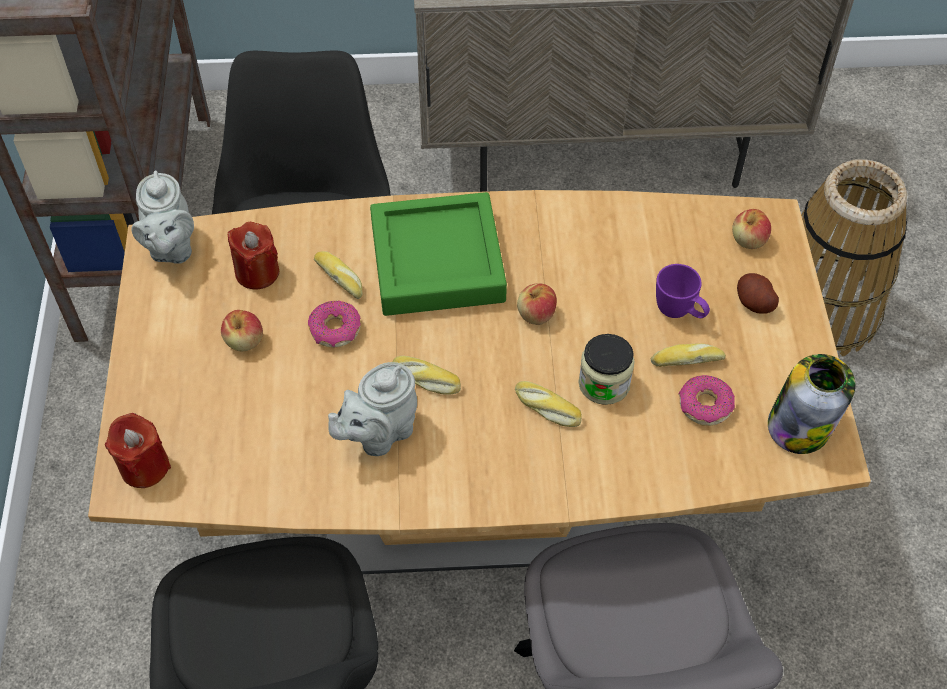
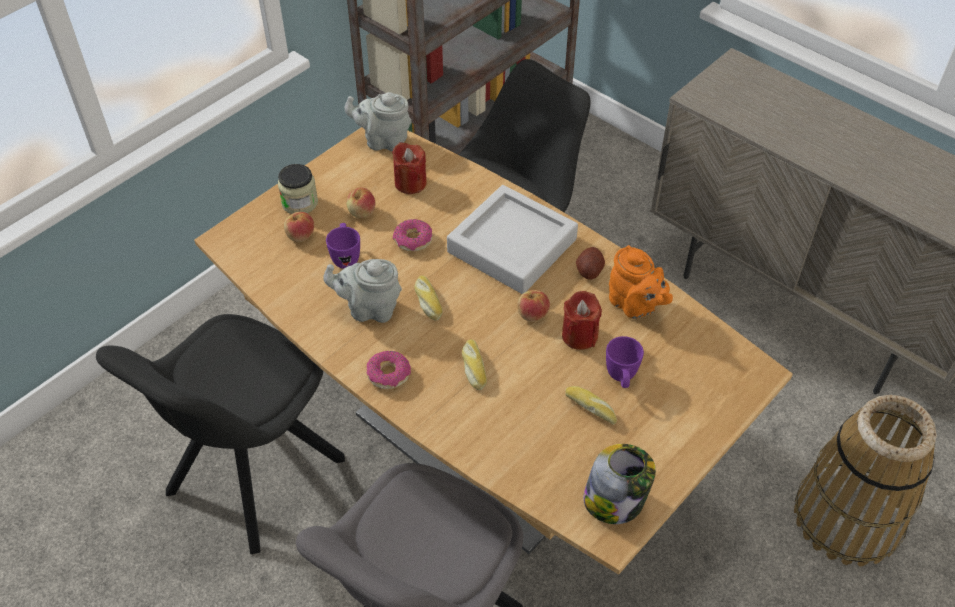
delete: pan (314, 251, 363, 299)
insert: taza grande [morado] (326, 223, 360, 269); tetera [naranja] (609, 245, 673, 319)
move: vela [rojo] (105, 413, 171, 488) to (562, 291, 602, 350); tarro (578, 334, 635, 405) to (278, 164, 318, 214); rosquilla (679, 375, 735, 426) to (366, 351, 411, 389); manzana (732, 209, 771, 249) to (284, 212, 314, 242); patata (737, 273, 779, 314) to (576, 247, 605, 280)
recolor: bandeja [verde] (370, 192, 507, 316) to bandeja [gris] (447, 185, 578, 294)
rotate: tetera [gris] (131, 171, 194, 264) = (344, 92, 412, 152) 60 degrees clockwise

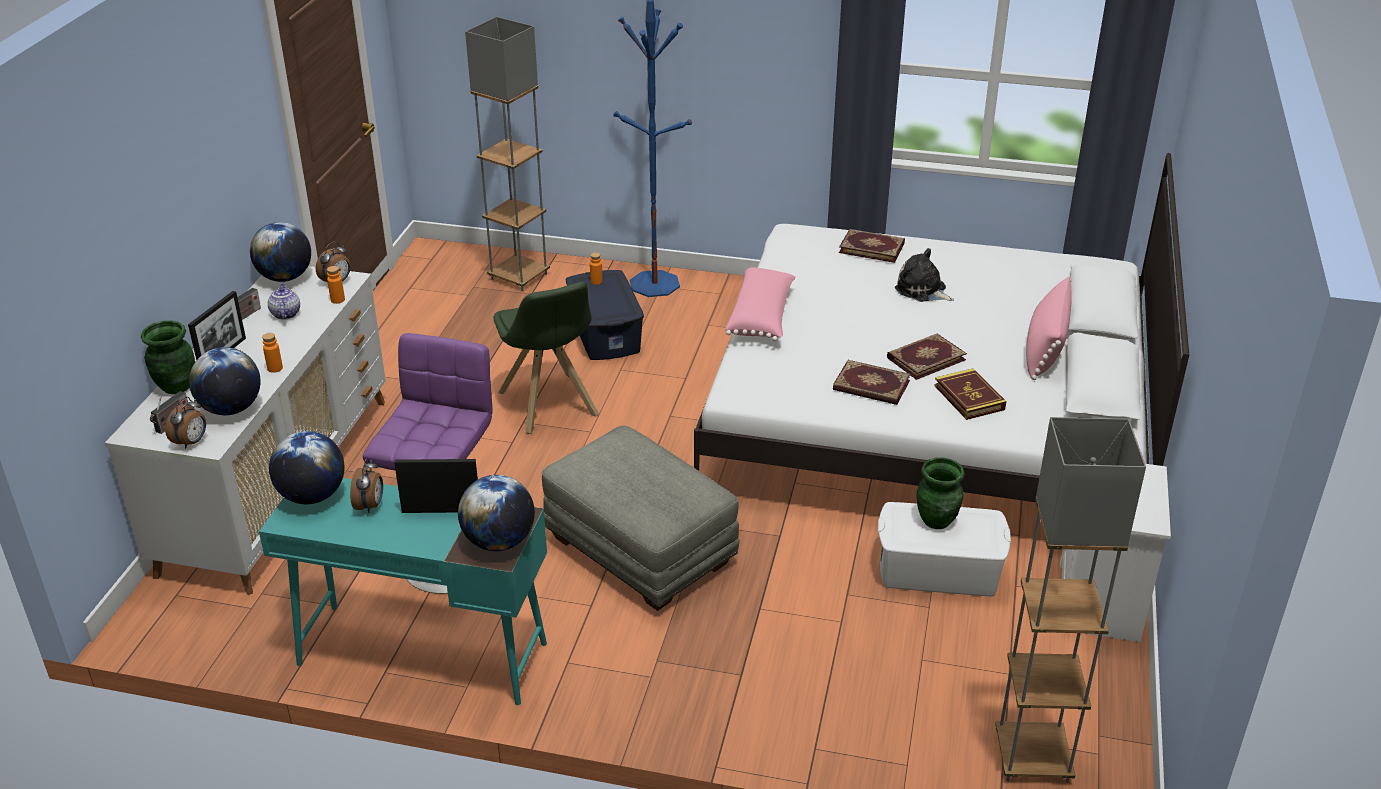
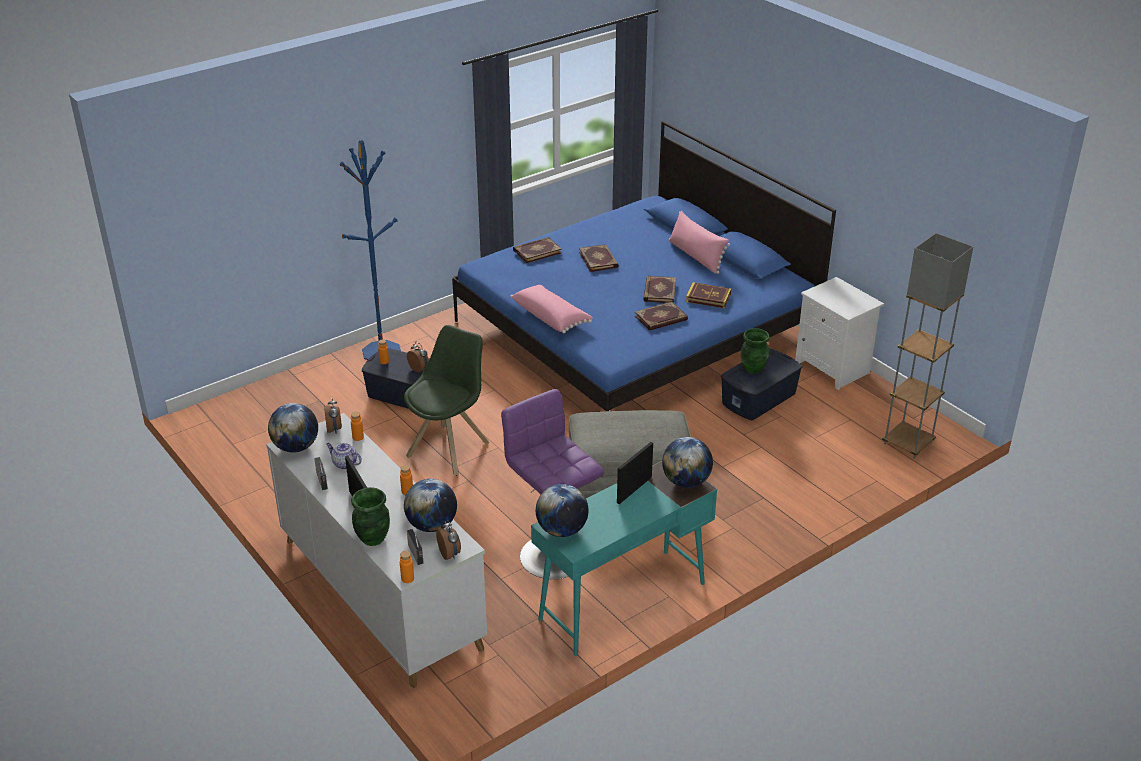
delete: lámpara de pie [gris] (465, 17, 550, 291)
insert: botella [naranja] (400, 551, 414, 583)
move: despertador (350, 458, 383, 513) to (407, 342, 429, 372)
replace: peluche (895, 248, 954, 302) to libro (579, 244, 619, 272)
recolor: cama [blanco] (694, 153, 1189, 502) to cama [azul] (452, 121, 836, 411); caja de almacenaje [blanco] (878, 502, 1011, 596) to caja de almacenaje [azul] (721, 348, 802, 420)
rotate: silla [verde] (493, 282, 599, 434) = (404, 325, 489, 476) 75 degrees counterclockwise

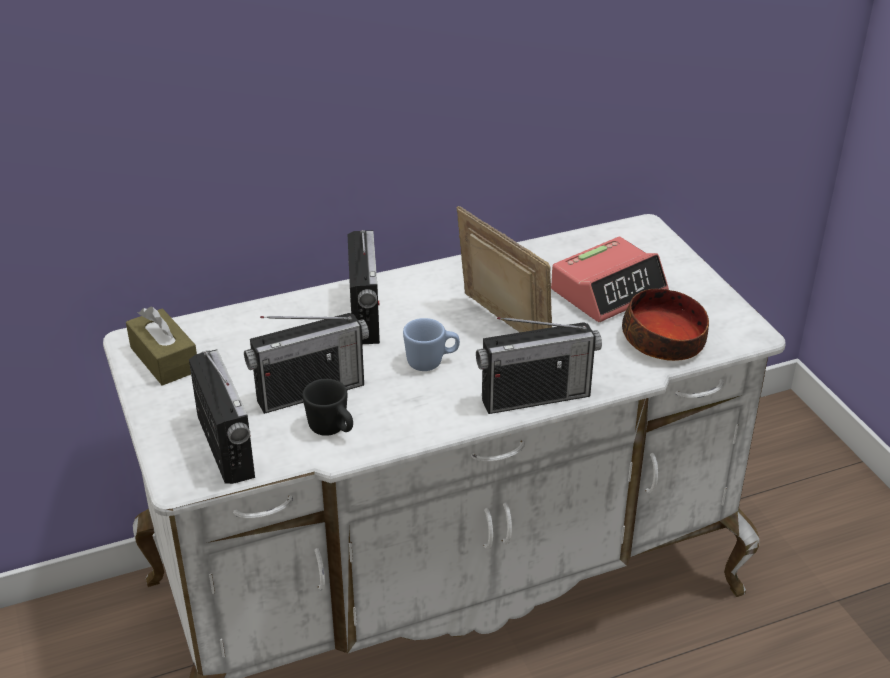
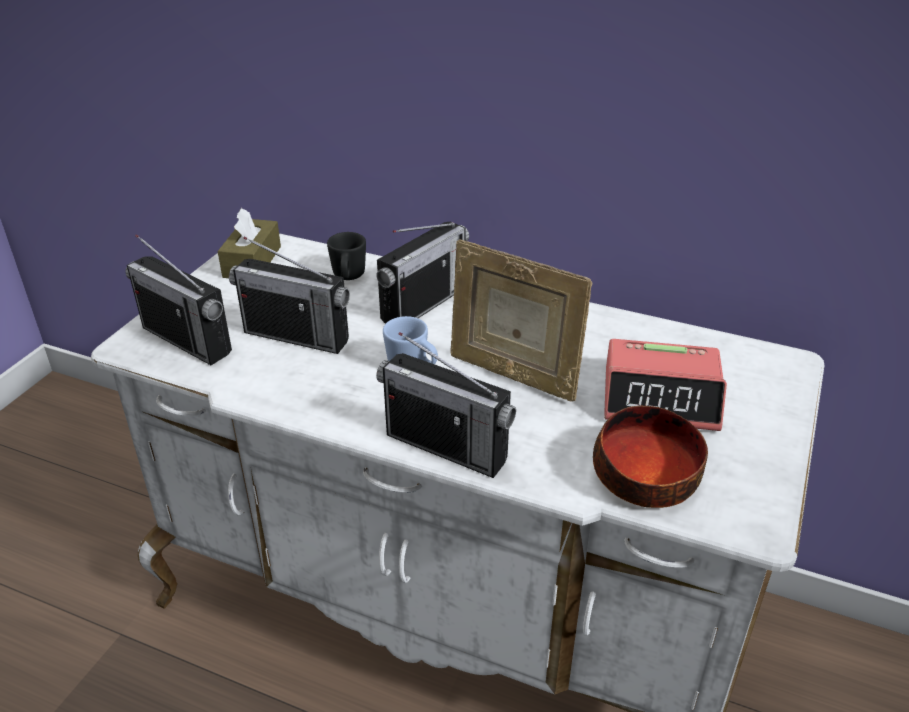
move: taza grande [negro] (302, 379, 353, 436) to (327, 232, 366, 280)
rotate: radio (189, 349, 255, 484) = (126, 234, 232, 365) 105 degrees clockwise; portarretratos (457, 206, 552, 333) = (450, 239, 593, 401) 120 degrees clockwise

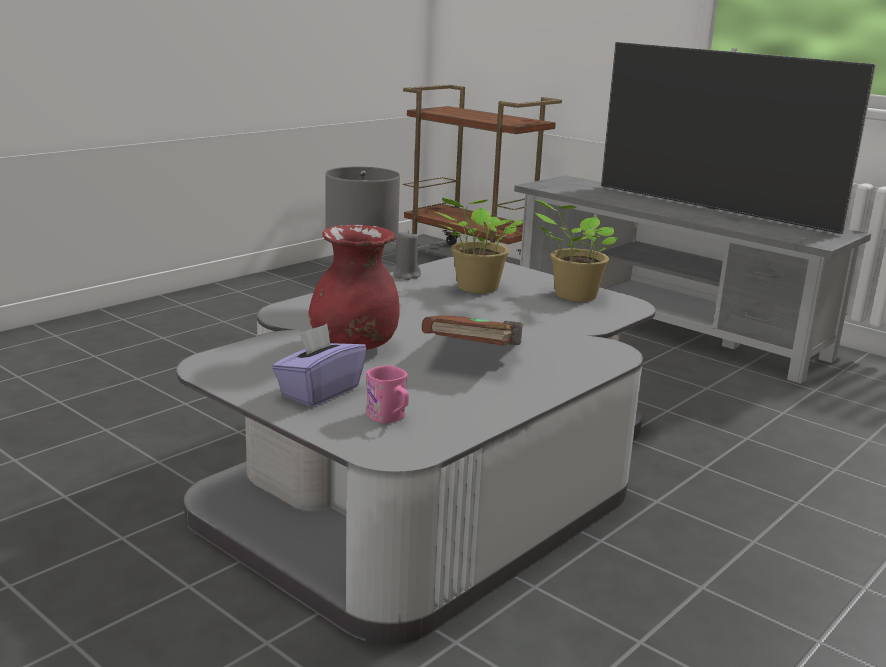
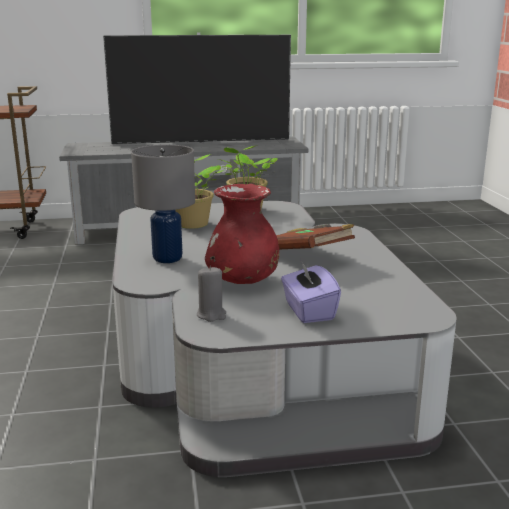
delete: taza grande [rosa] (366, 365, 409, 423)
move: vela [gris] (393, 230, 421, 280) to (197, 266, 226, 322)

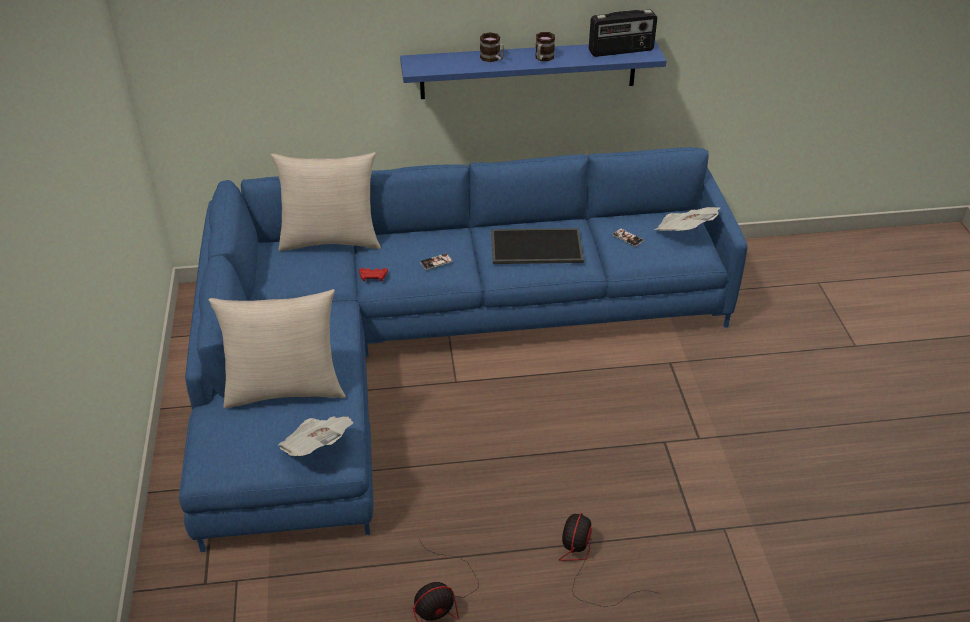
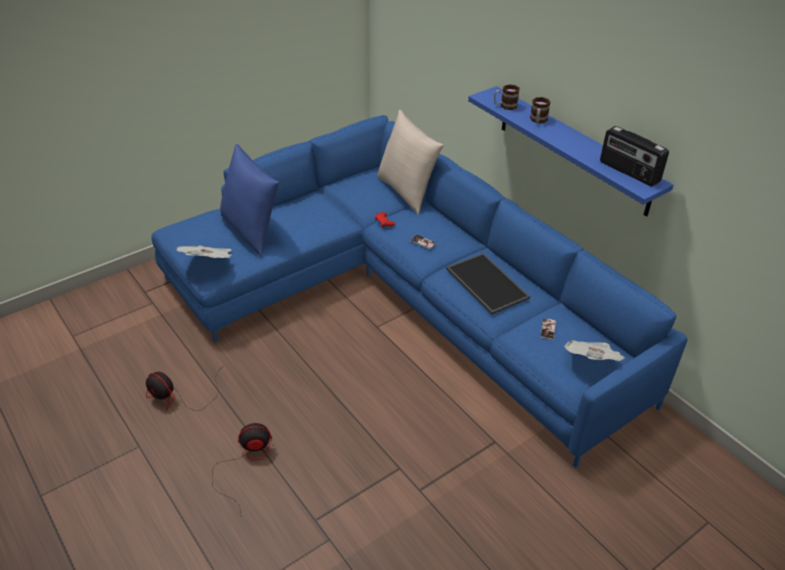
move: taza grande (535, 32, 555, 61) to (494, 84, 520, 110)
recolor: cojín [beis] (208, 289, 345, 408) to cojín [azul] (220, 144, 280, 257)

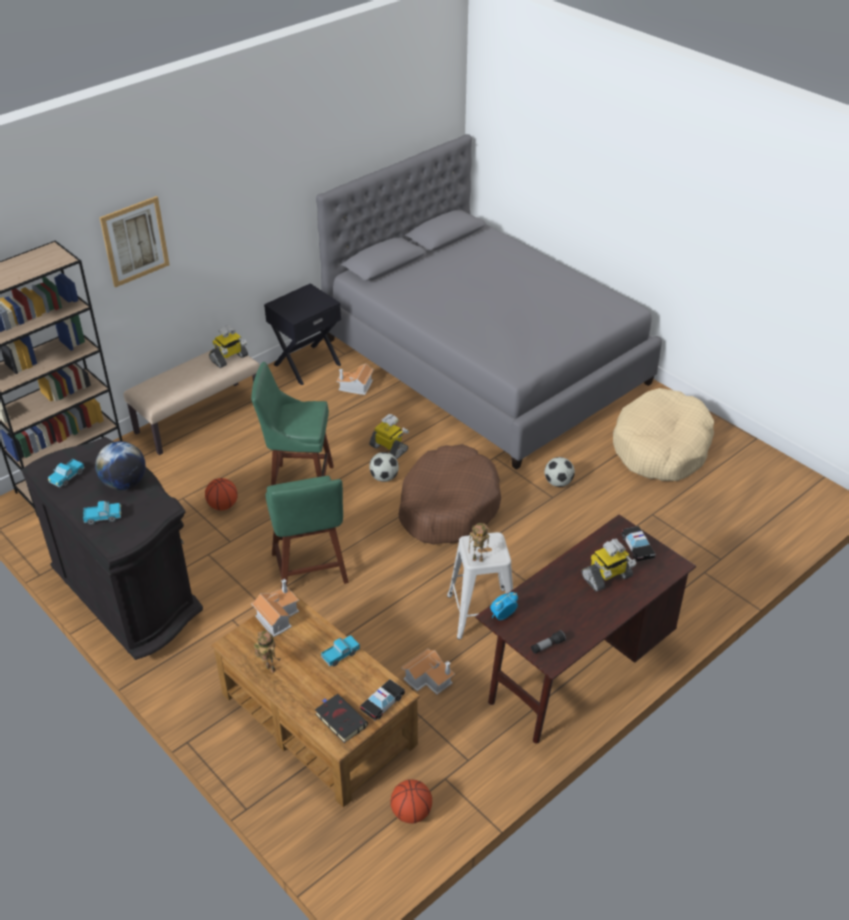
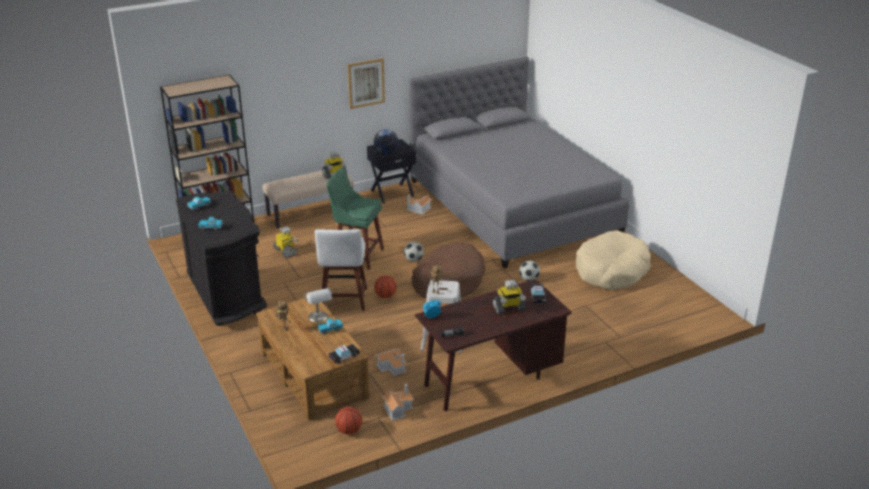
delete: libro [negro] (315, 694, 368, 743)
insert: lámpara de mesa [blanco] (303, 288, 333, 322)
move: globo terráqueo (95, 441, 146, 490) to (374, 129, 398, 154); cuadro (99, 196, 169, 288) to (347, 58, 385, 109); balón de baloncesto (205, 478, 238, 511) to (374, 276, 397, 298); casita (251, 579, 299, 637) to (382, 384, 414, 420); robot de juguete (369, 414, 409, 459) to (273, 226, 298, 257)
recolor: silla [verde] (266, 476, 349, 589) to silla [blanco] (315, 229, 367, 311)

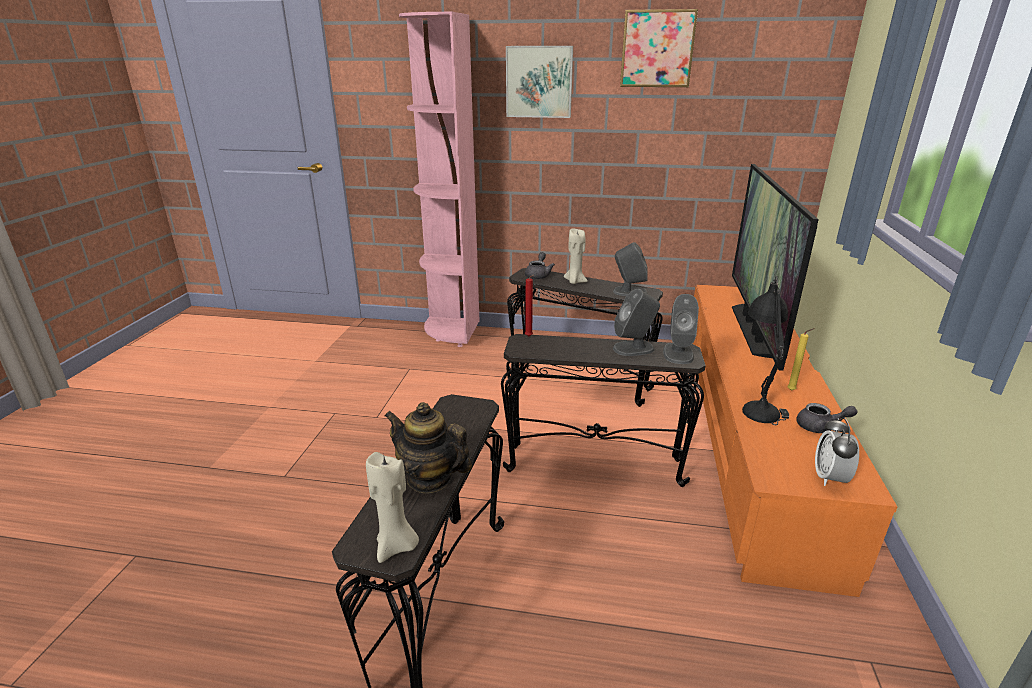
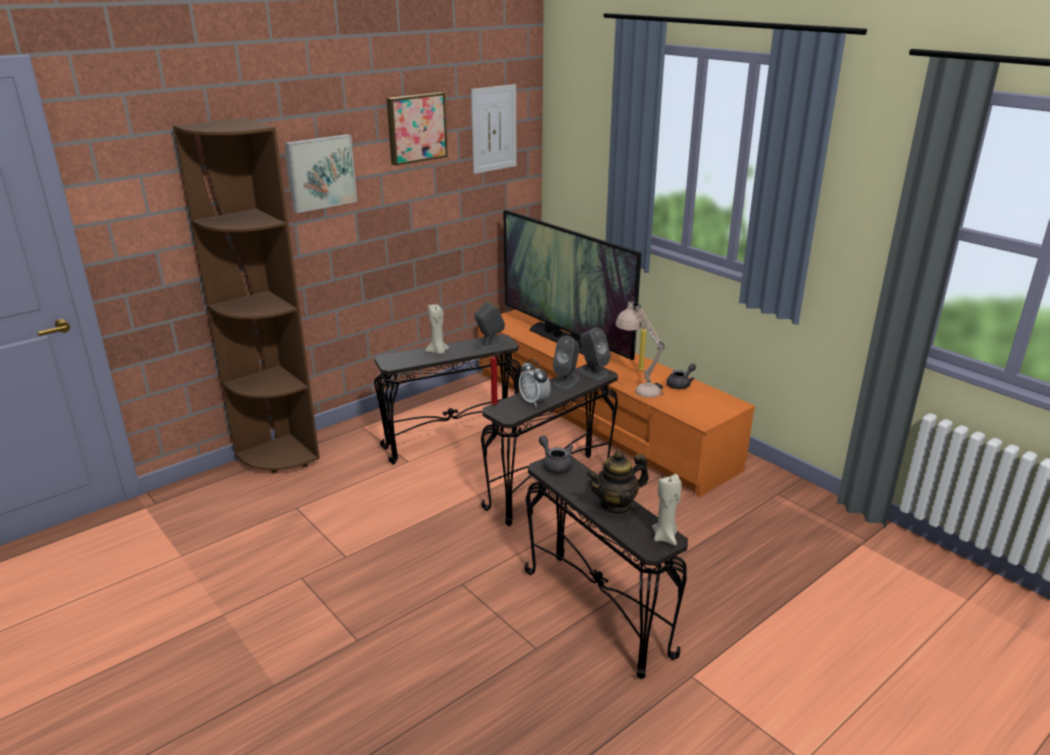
insert: cuadro (471, 84, 517, 174)
move: tetera [gris] (525, 252, 555, 279) to (539, 435, 573, 474); despertador (815, 417, 859, 486) to (519, 359, 550, 407)
recolor: estantería [rosa] (399, 12, 480, 347) to estantería [marrón] (173, 118, 320, 473); lámpara de mesa [negro] (742, 276, 789, 425) to lámpara de mesa [beis] (615, 297, 665, 398)

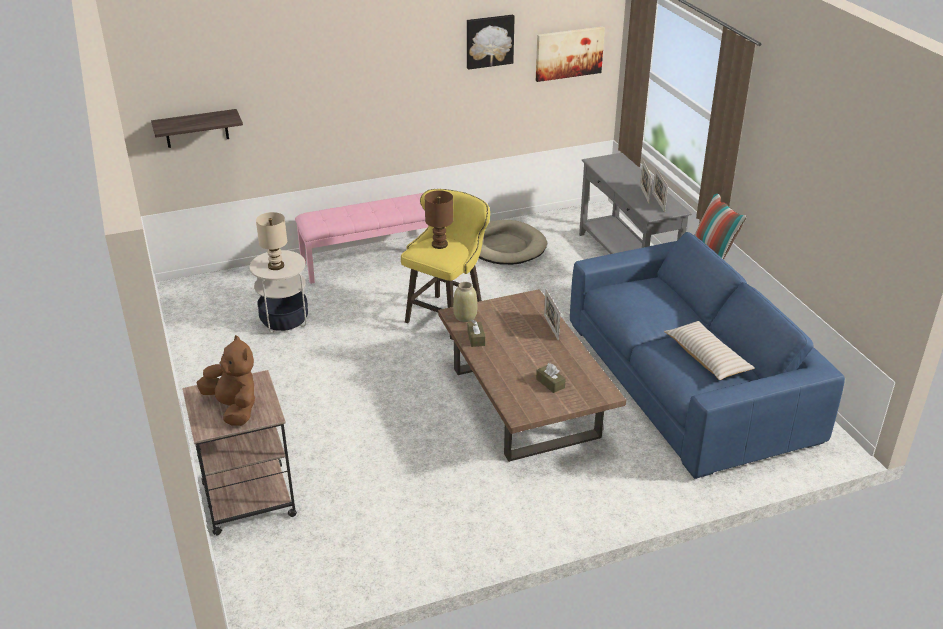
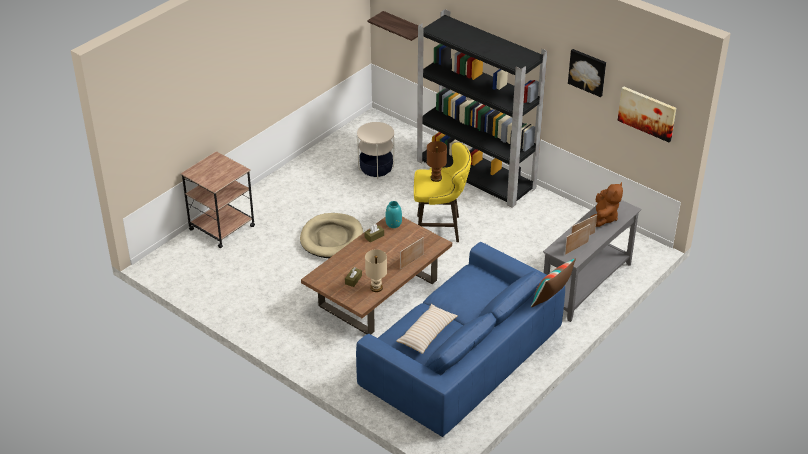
move: peluche [marrón] (197, 335, 255, 426) to (591, 182, 623, 227); lámpara de mesa [beis] (256, 212, 287, 270) to (365, 249, 387, 292); cama para perro [beis] (479, 220, 547, 265) to (300, 213, 363, 258)
replace: banco [rosa] (295, 193, 429, 284) to estantería [negro] (417, 9, 547, 208)
recolor: florero [beis] (453, 282, 477, 322) to florero [turquesa] (385, 201, 402, 228)

